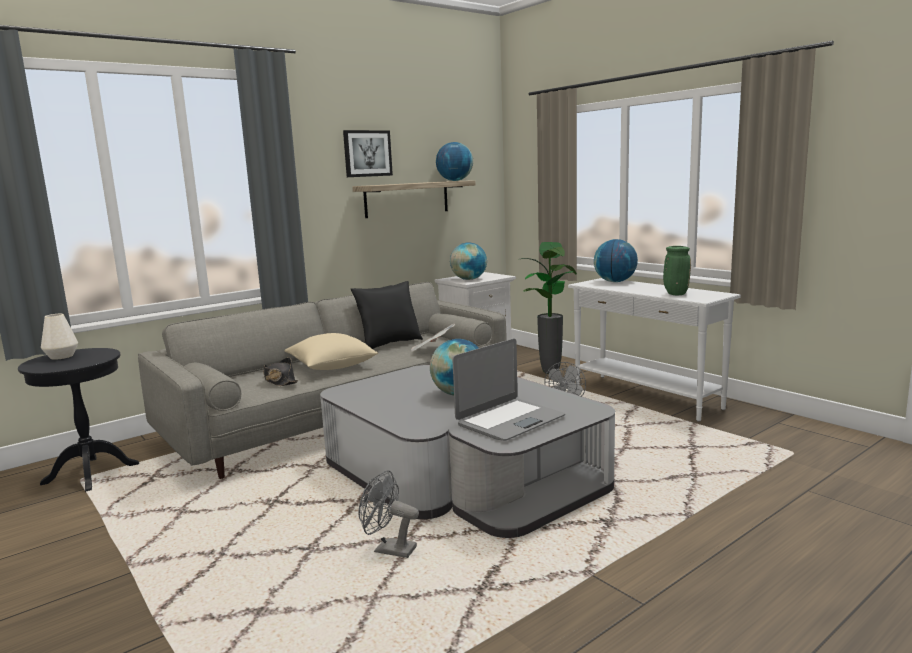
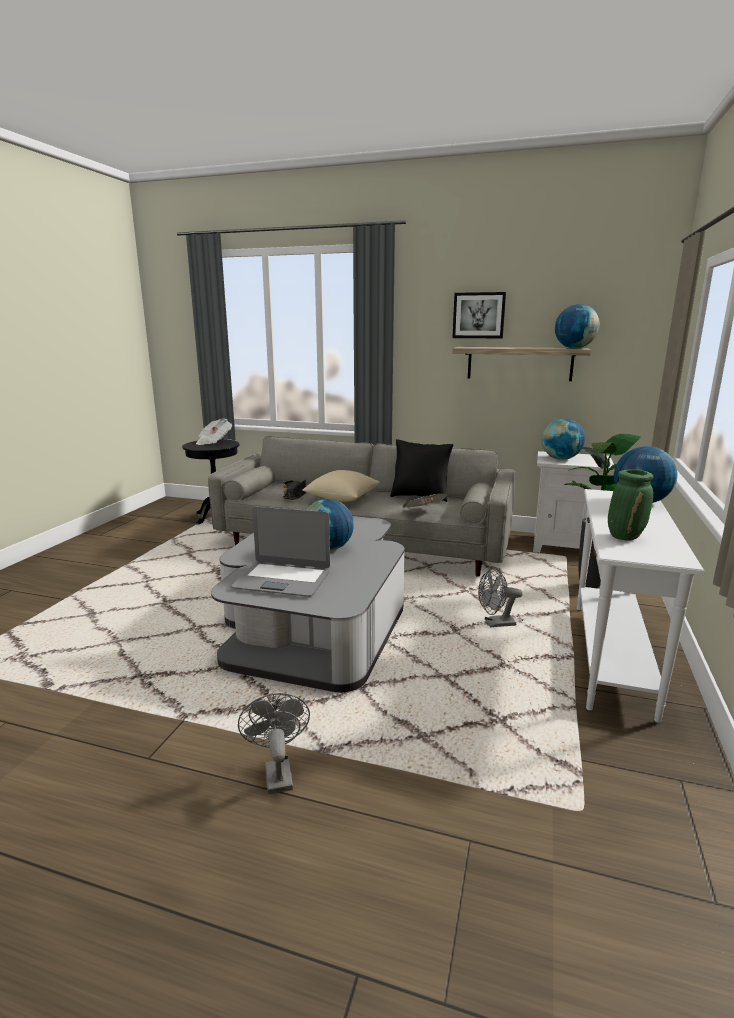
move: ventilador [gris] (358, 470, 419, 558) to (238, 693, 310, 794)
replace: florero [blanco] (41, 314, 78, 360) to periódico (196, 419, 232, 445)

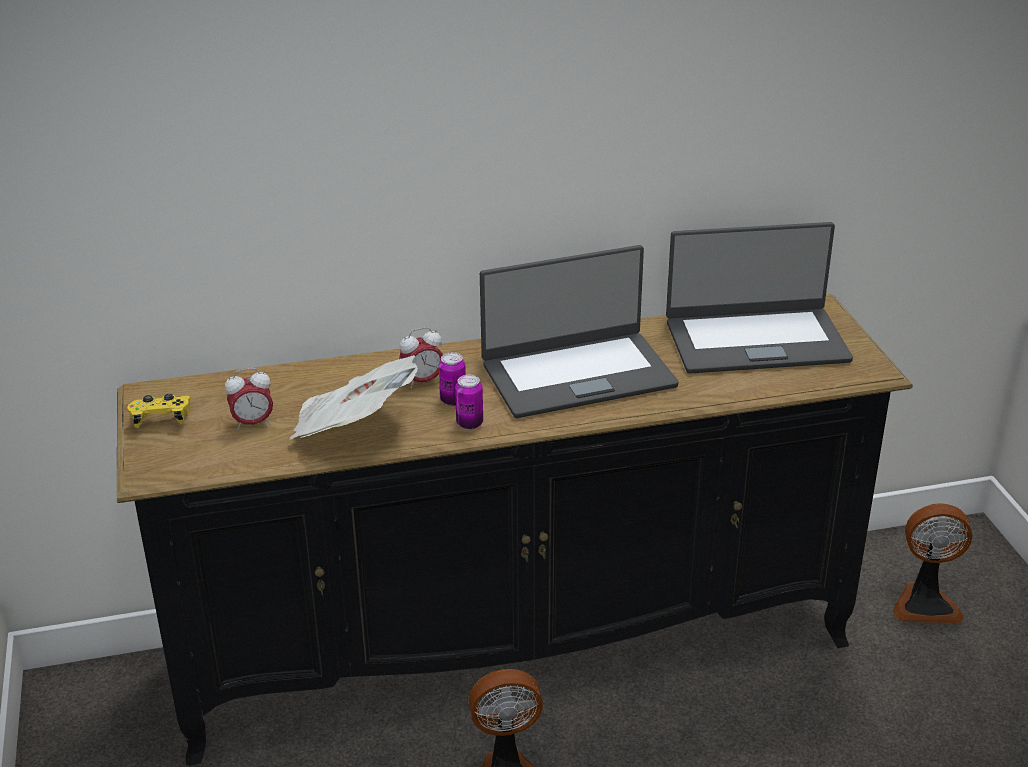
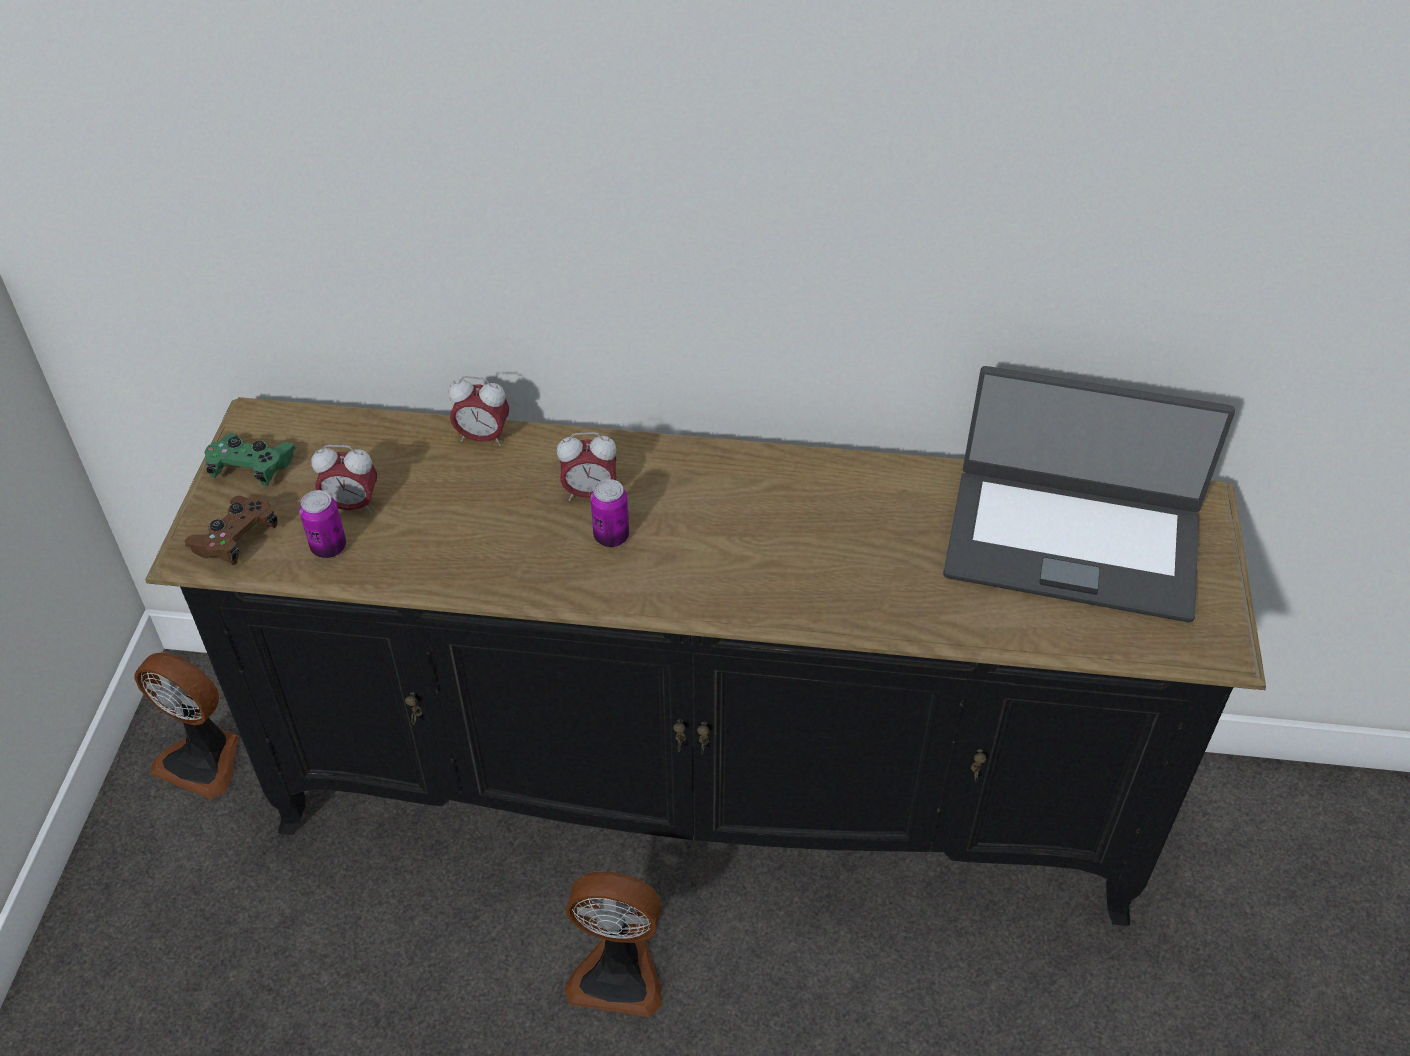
delete: periódico (289, 355, 418, 440); portátil (480, 245, 679, 418)
insert: mando de consola [marrón] (185, 496, 278, 565); despertador (448, 376, 509, 446)
move: lata (455, 375, 483, 429) to (299, 490, 346, 558); ventilador (893, 503, 973, 623) to (134, 652, 238, 799)
recolor: mando de consola [amarillo] (127, 394, 191, 428) to mando de consola [verde] (205, 433, 296, 486)

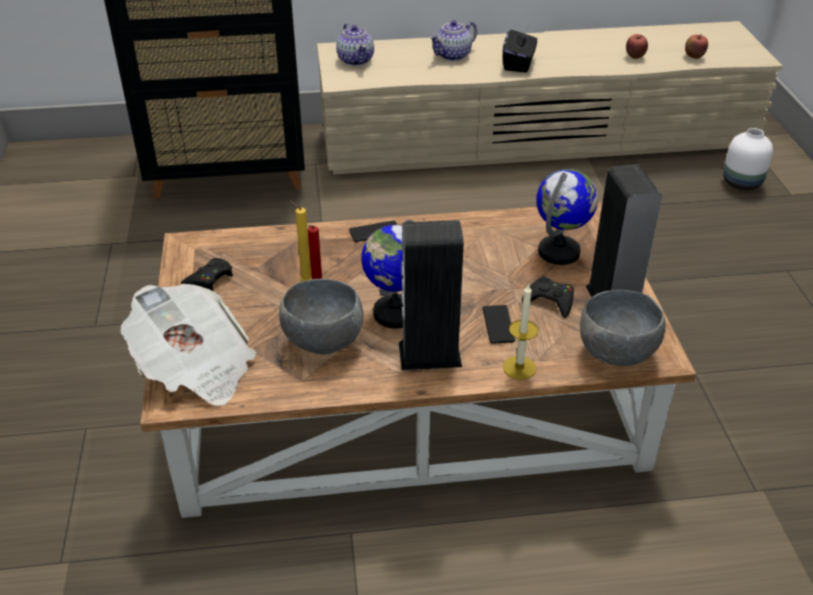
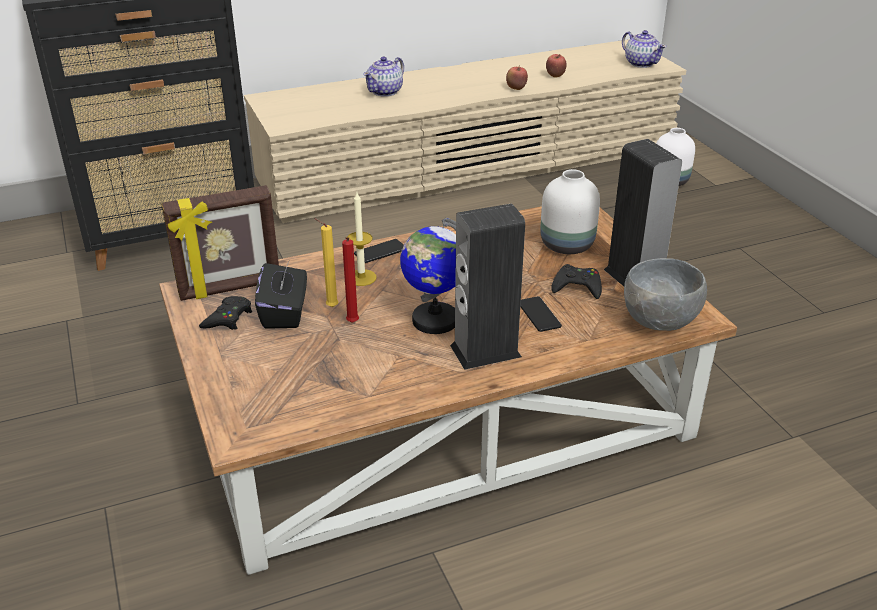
delete: periódico (121, 284, 256, 406); cuenco [gris] (279, 279, 364, 354)
insert: portarretratos (161, 185, 279, 301)
move: tetera (336, 23, 374, 66) to (622, 30, 667, 68); caja de pañuelos [negro] (503, 27, 537, 72) to (255, 259, 307, 329); vela (503, 283, 538, 380) to (347, 193, 376, 286); manzana (685, 34, 708, 59) to (506, 65, 528, 90)
replace: globo terráqueo (536, 169, 598, 265) to florero [blanco] (540, 169, 600, 254)

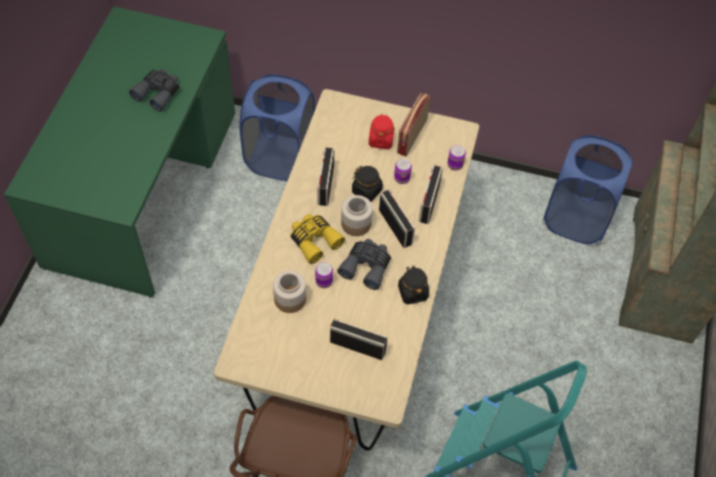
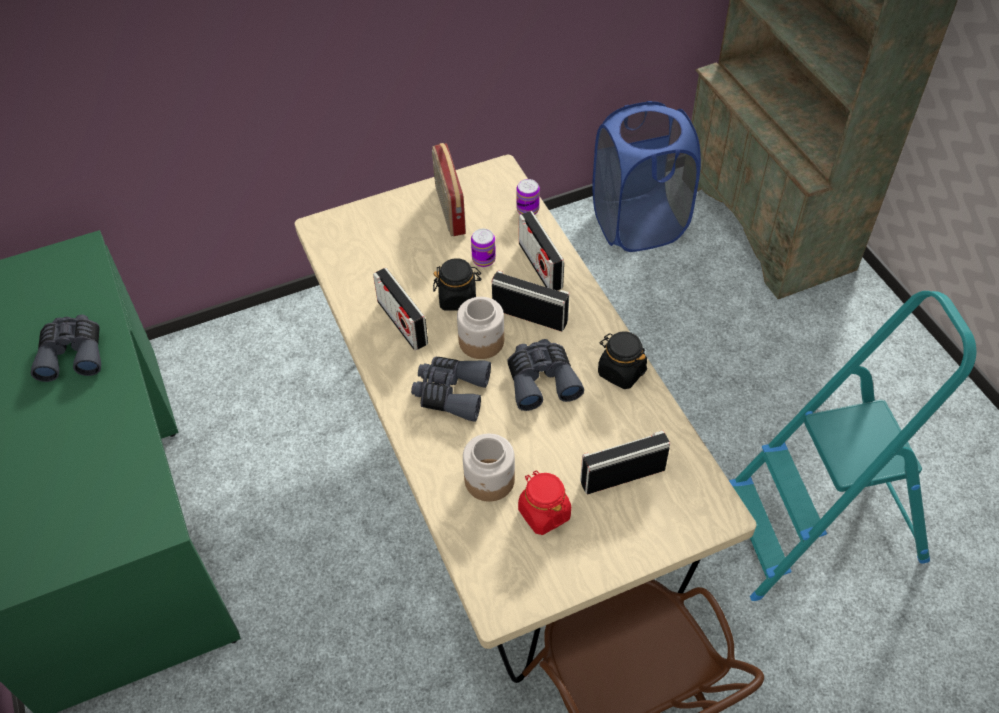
delete: cesto de la ropa [azul] (239, 74, 315, 181); lata (315, 262, 333, 288)
move: tarro [rojo] (369, 114, 394, 149) to (518, 471, 571, 535)
recolor: prismáticos [amarillo] (290, 214, 345, 264) to prismáticos [gris] (411, 357, 491, 422)

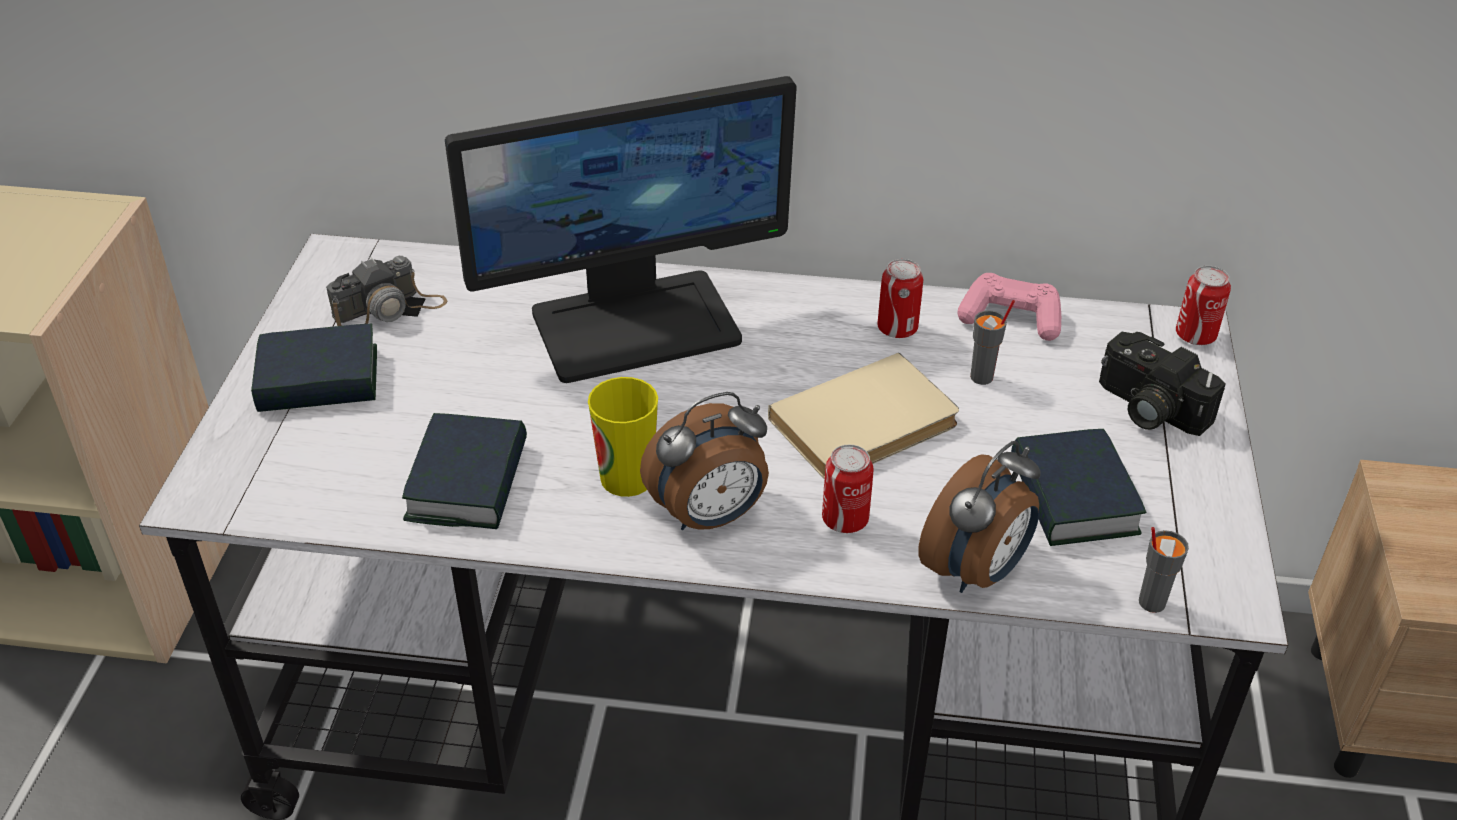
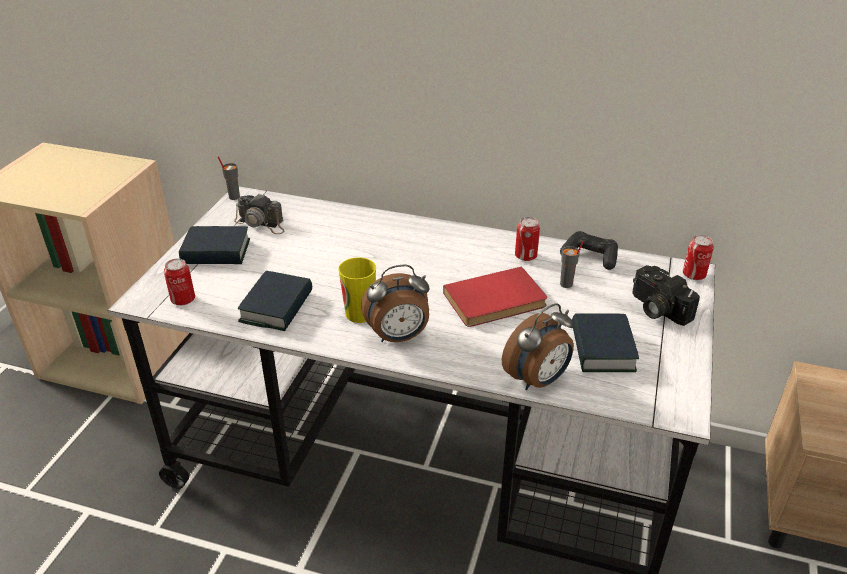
delete: monitor (445, 76, 797, 383)
move: lata (822, 445, 874, 533) to (164, 258, 195, 305); taza [gris] (1139, 527, 1189, 613) to (218, 156, 240, 200)
recolor: libro [beis] (768, 353, 959, 479) to libro [rojo] (443, 267, 547, 327); mando de consola [rosa] (957, 273, 1061, 341) to mando de consola [negro] (560, 231, 618, 270)
rotate: cámara (326, 256, 447, 326) = (234, 193, 284, 234) 45 degrees clockwise

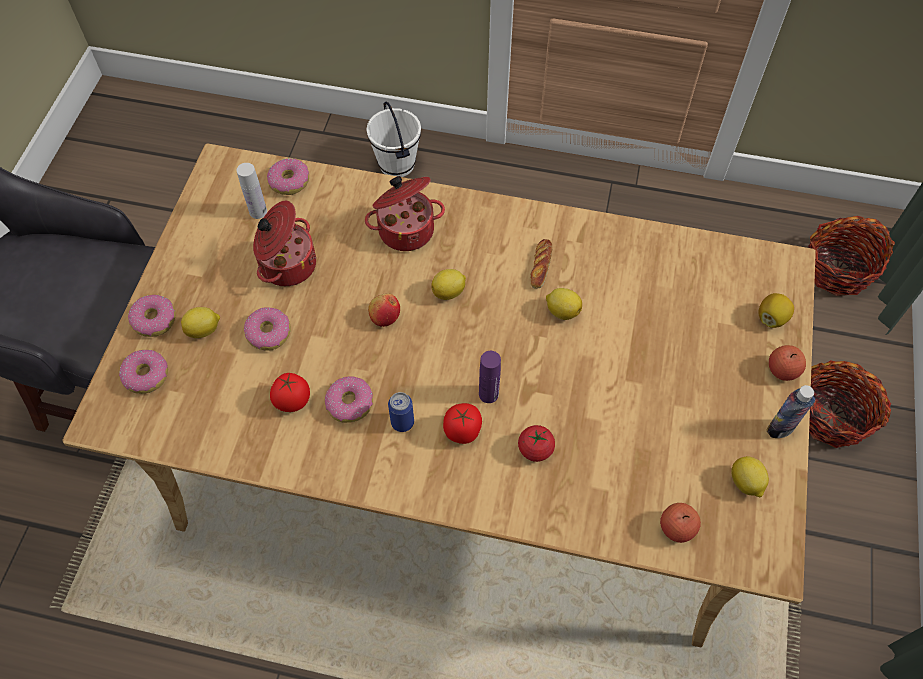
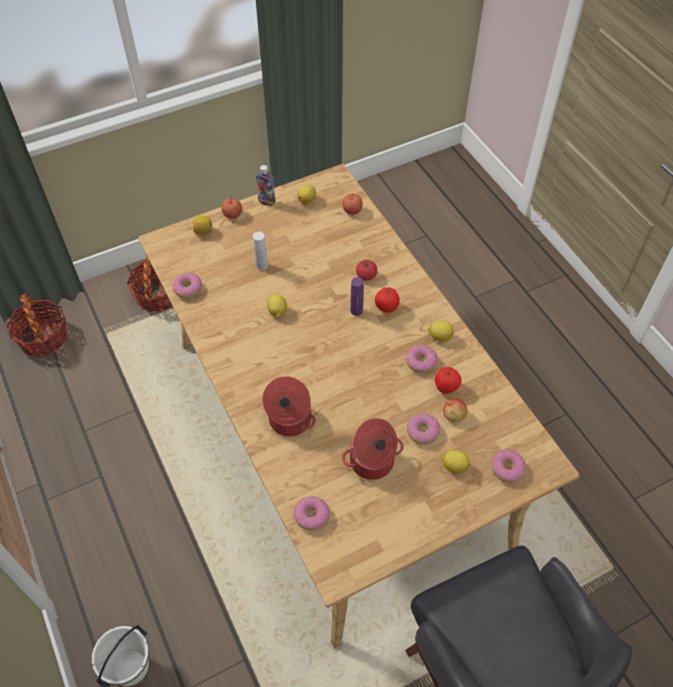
delete: lata (388, 392, 414, 432); pan (531, 239, 552, 289)
move: rosquilla (128, 295, 176, 337) to (172, 273, 202, 298); botella [blanco] (236, 163, 267, 219) to (253, 232, 268, 270); manzana (368, 293, 400, 327) to (443, 399, 467, 422); limón (431, 269, 466, 300) to (428, 321, 454, 342)

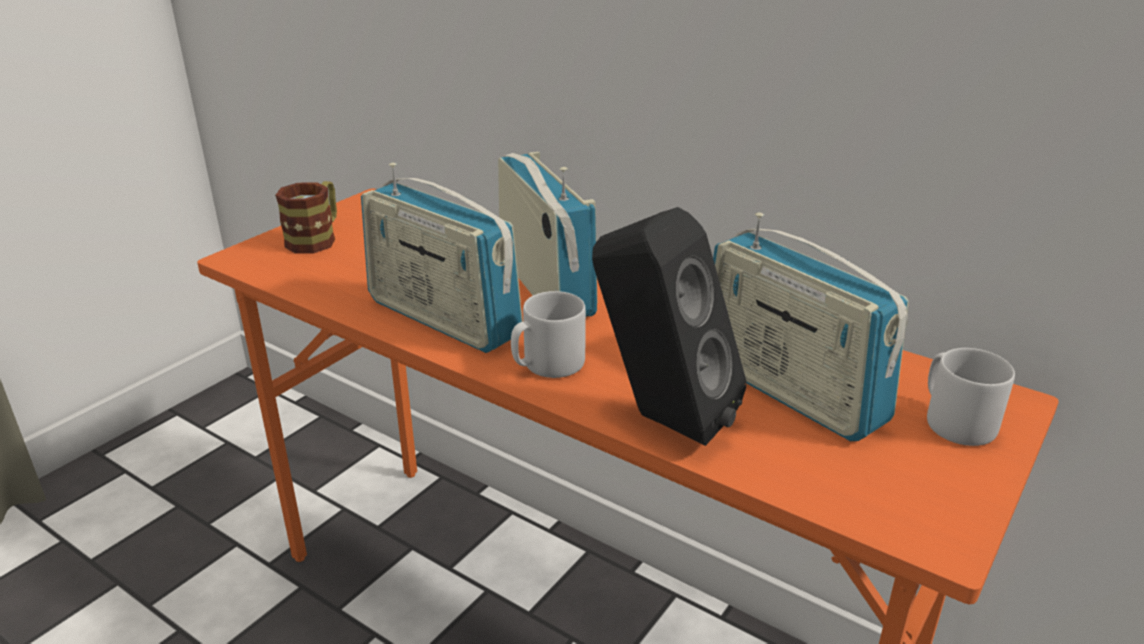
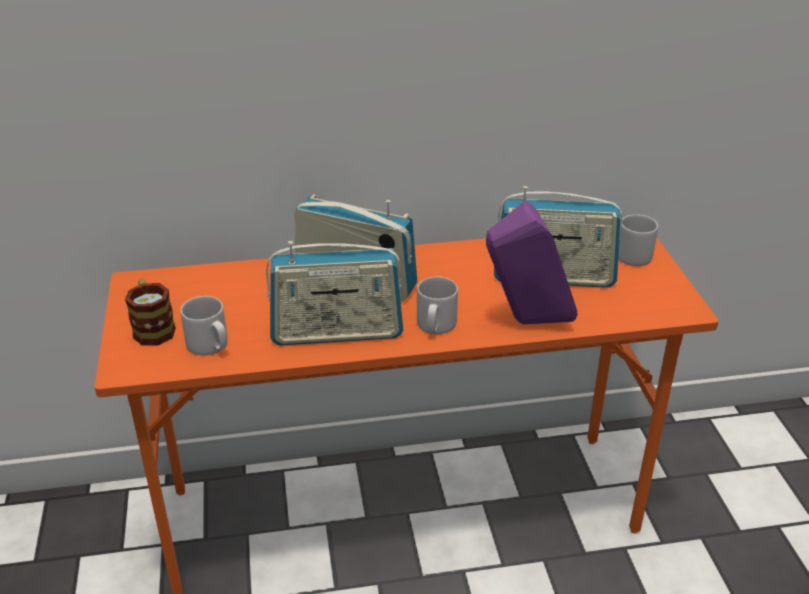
insert: taza grande [gris] (180, 296, 228, 356)
recolor: altavoz [negro] (592, 207, 747, 446) to altavoz [morado] (486, 201, 578, 325)

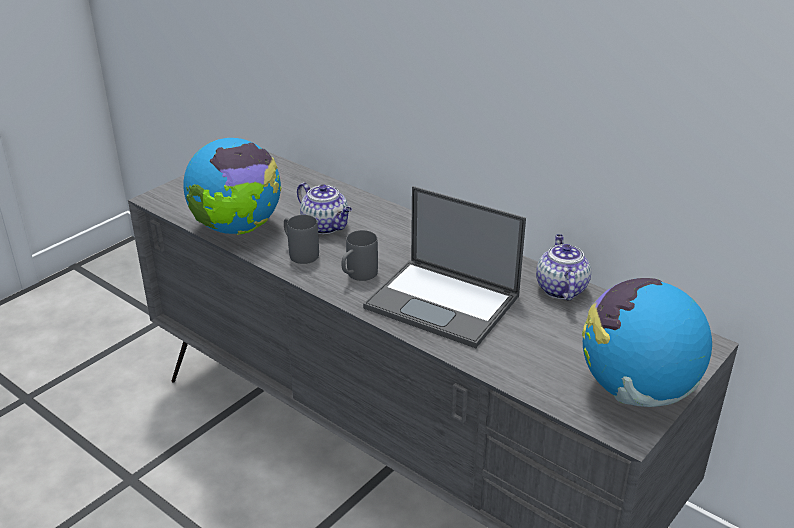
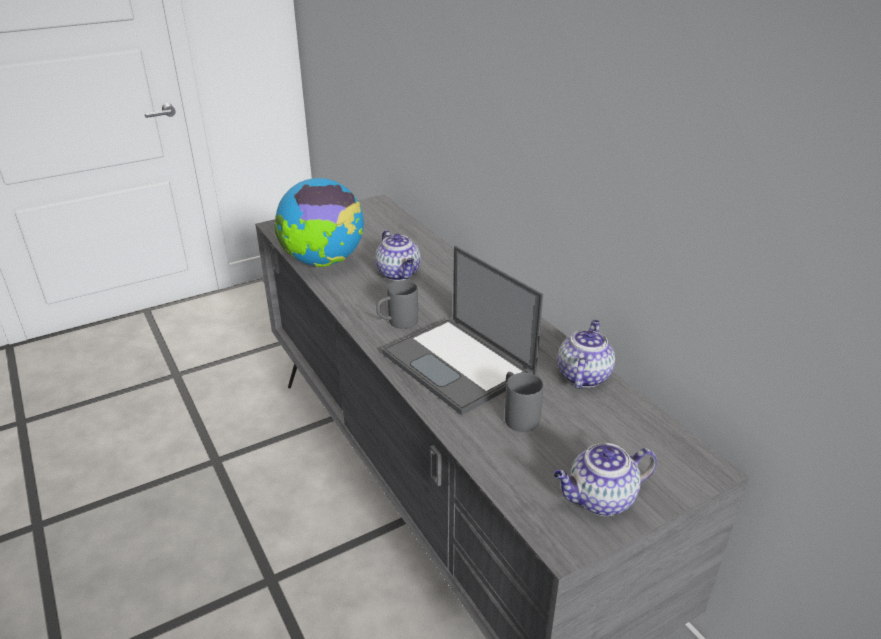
move: taza grande [gris] (284, 215, 319, 264) to (505, 372, 543, 432)
replace: globo terráqueo (582, 278, 712, 407) to tetera (553, 443, 657, 516)

